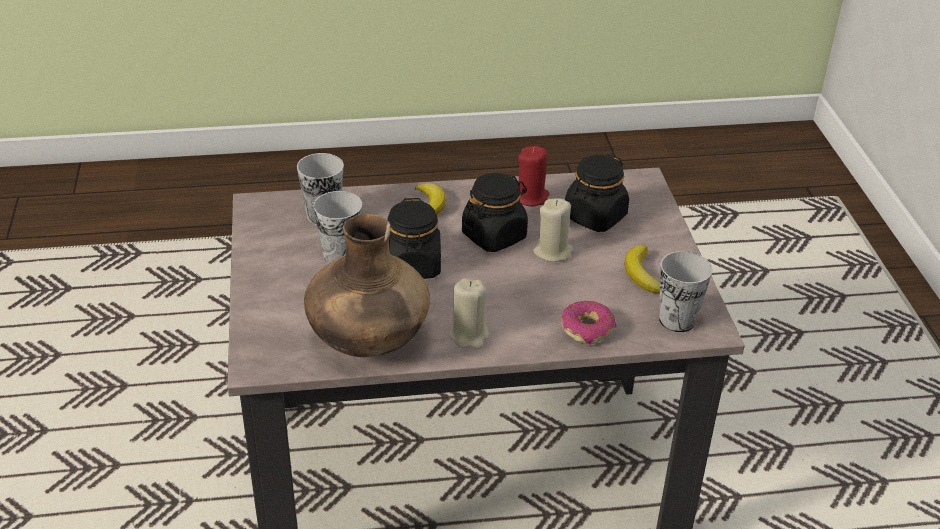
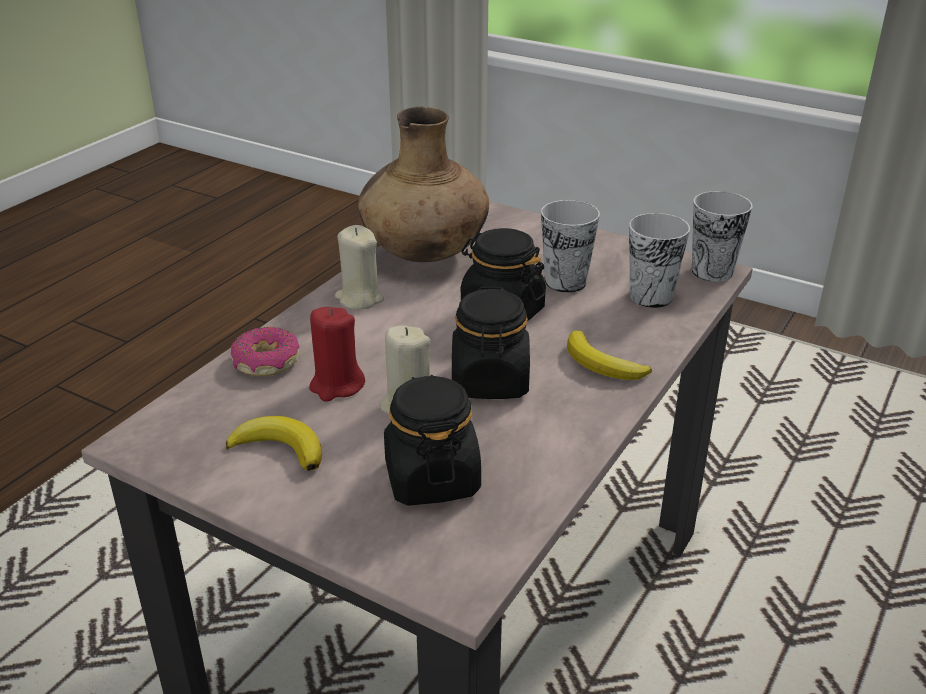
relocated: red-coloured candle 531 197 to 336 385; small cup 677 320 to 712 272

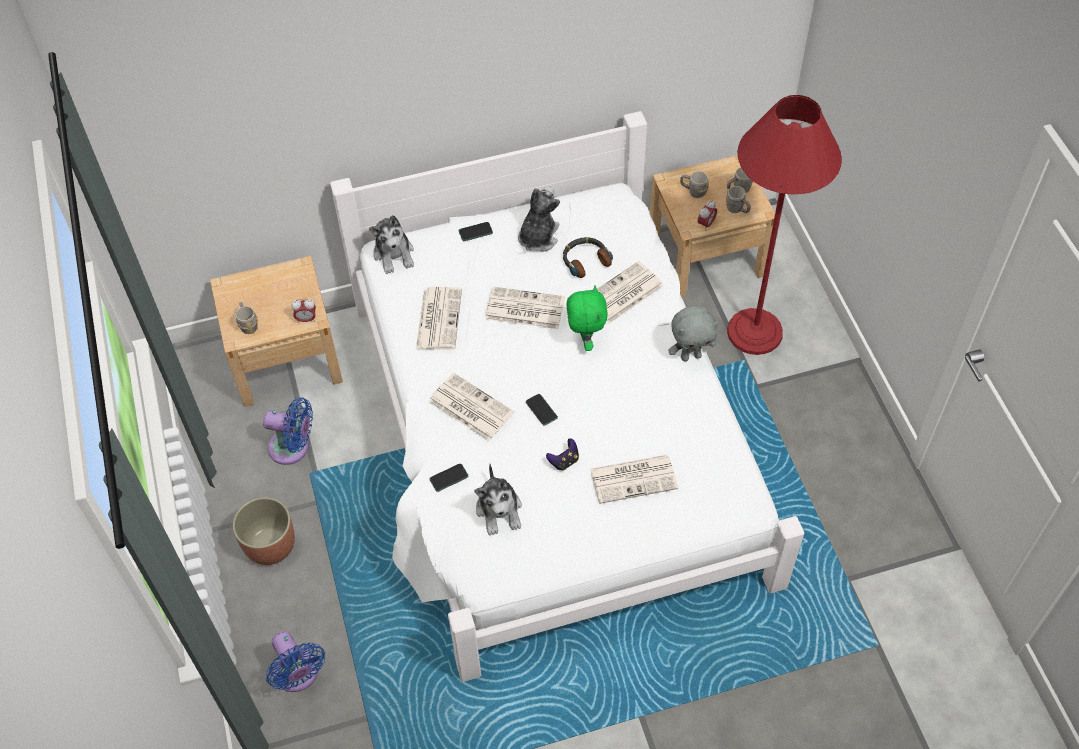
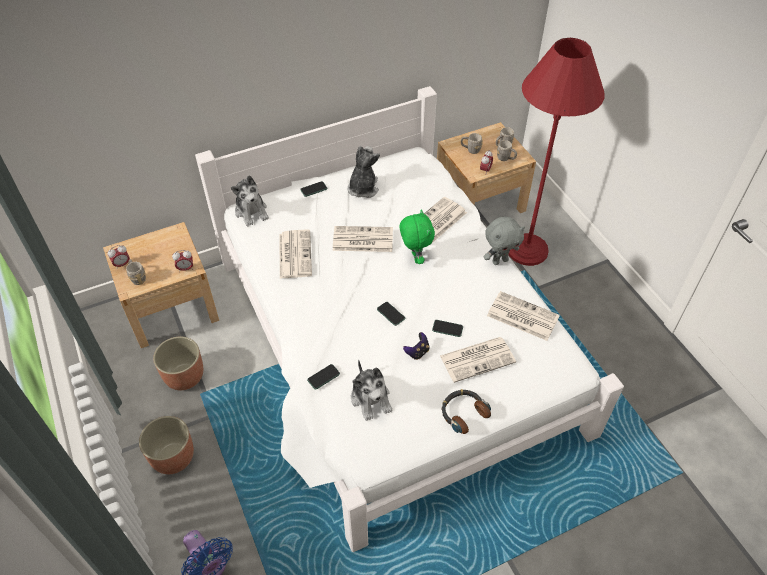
appeared: bedside clock 122 264; telephone 447 328
relocated: headset 585 260 to 463 413; printed paper 469 407 to 521 316
exchanged: blue-coloured fan 293 448 to planter 184 376

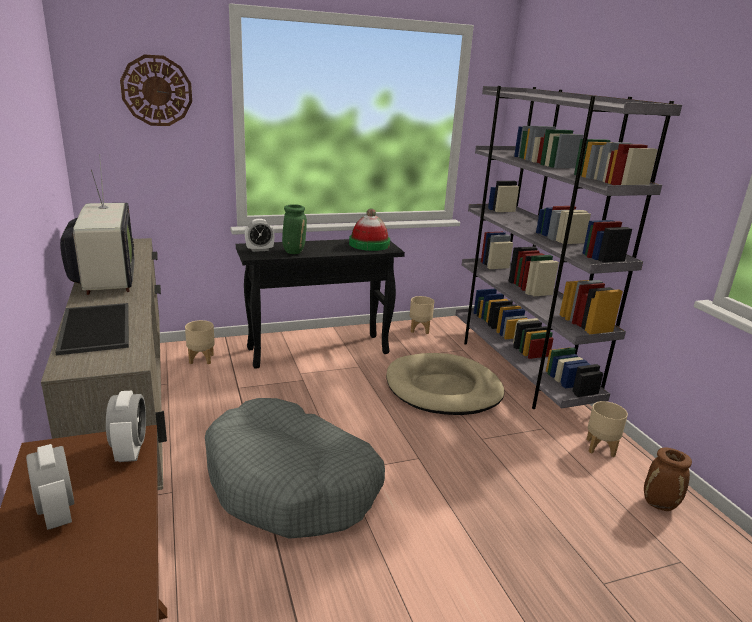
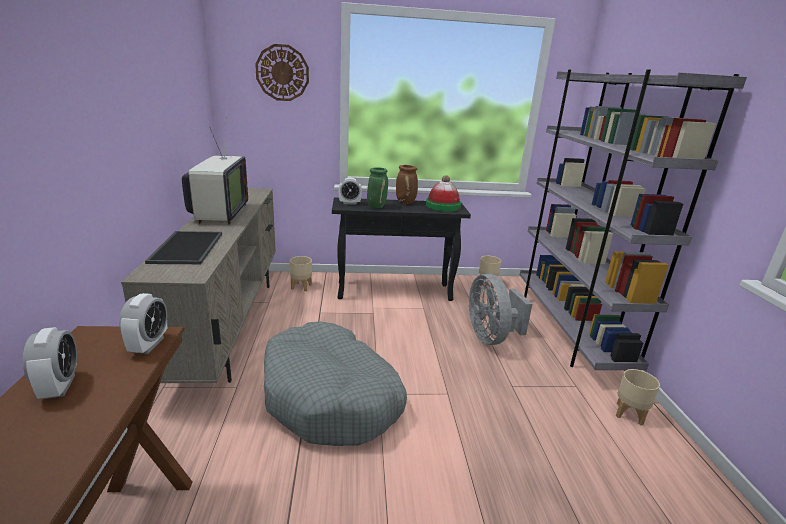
relocated: brown decorative vase 660 504 to 406 203
exchanged: sand-coloured pet bed 443 389 to grey fan 491 337

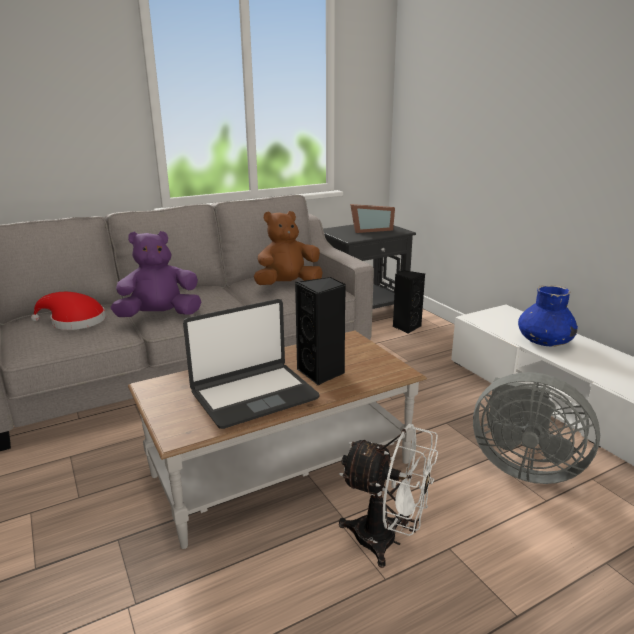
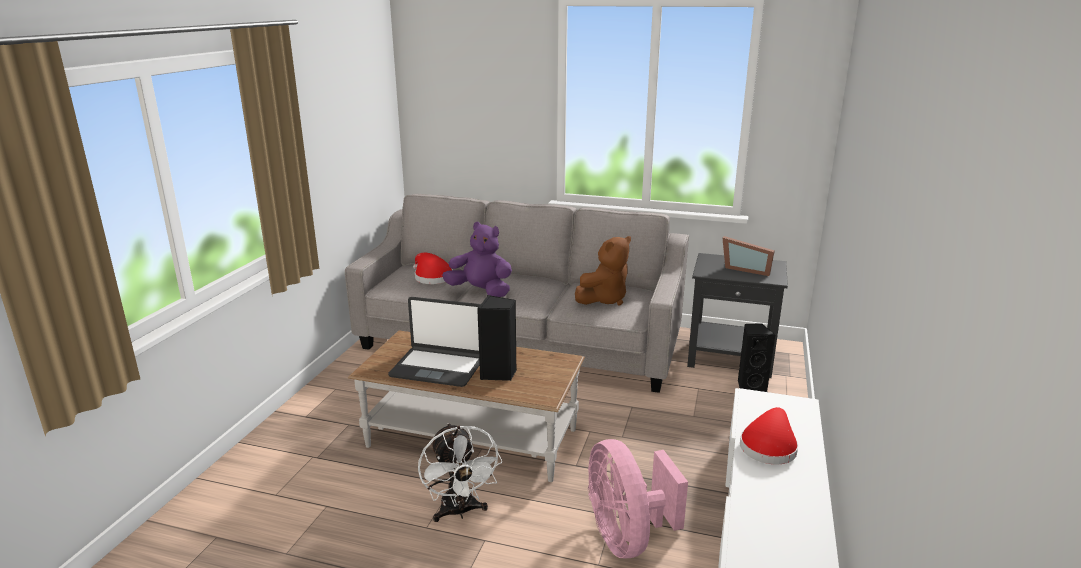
exchanged: blue-coloured decorative vase 544 341 to red-coloured wearable hat 768 446
colour: grey fan 523 466 to pinkish fan 627 537
spun: brown plush toy 287 285 = 604 299 120 degrees clockwise

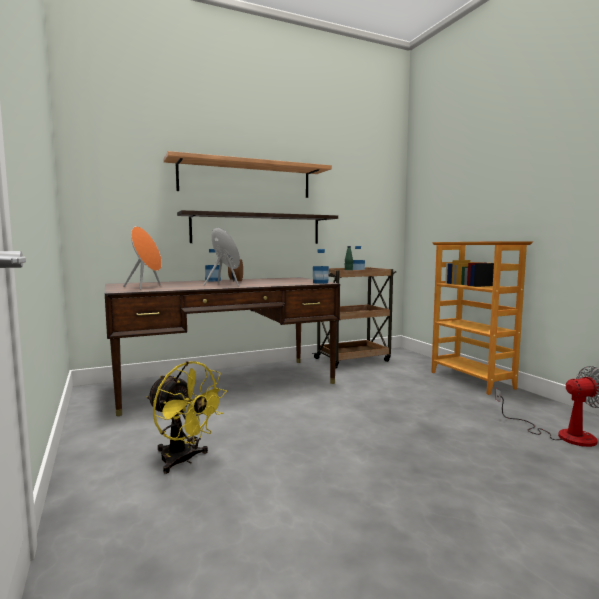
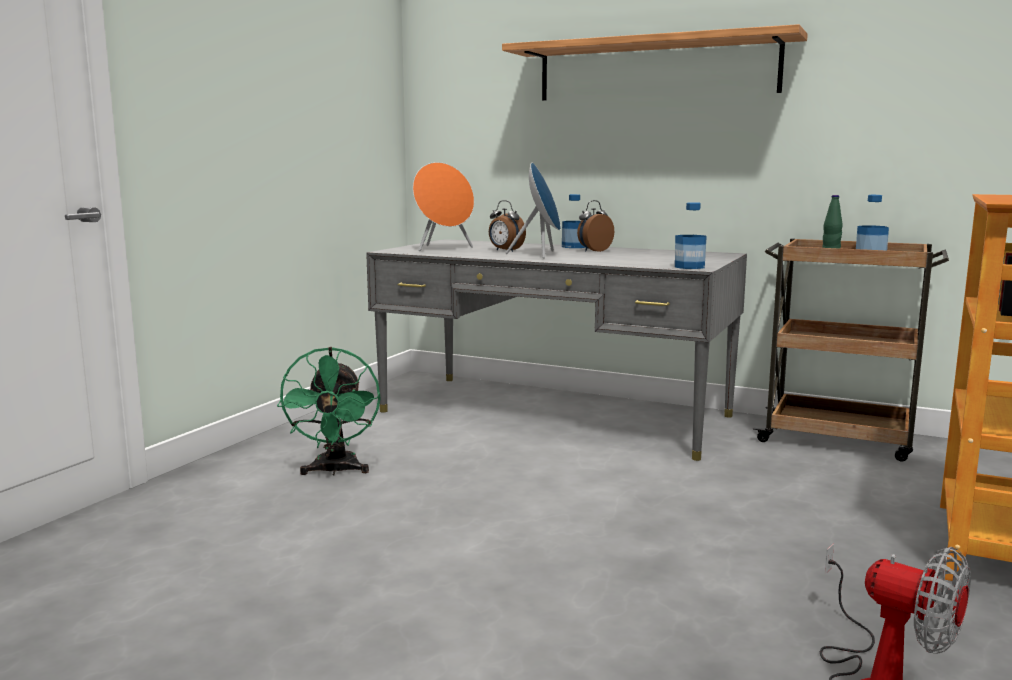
missing: shelf 257 229
appeared: bedside clock 505 250
colour: brown desk unit 225 383 to grey desk unit 554 413; yellowish fan 184 460 to greenish fan 335 471

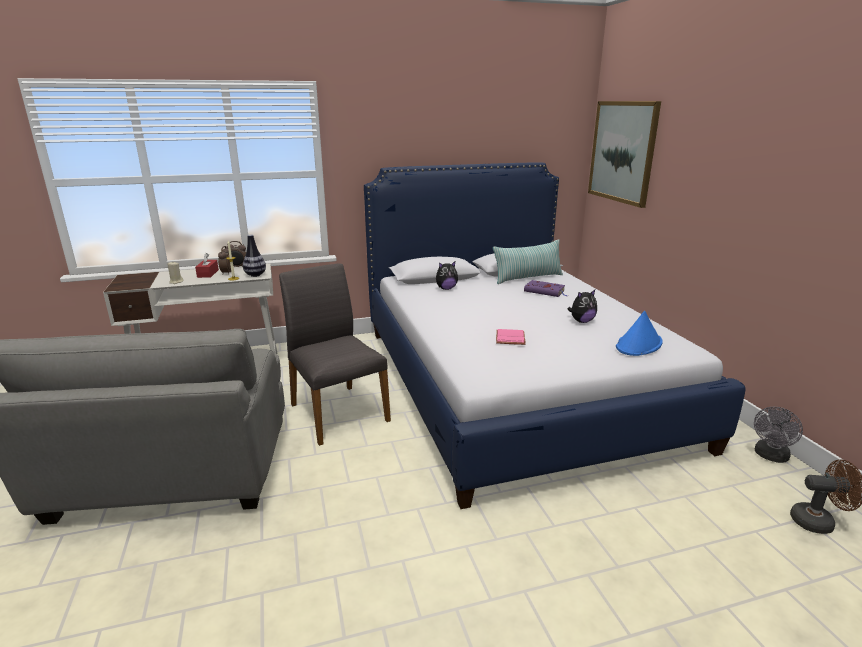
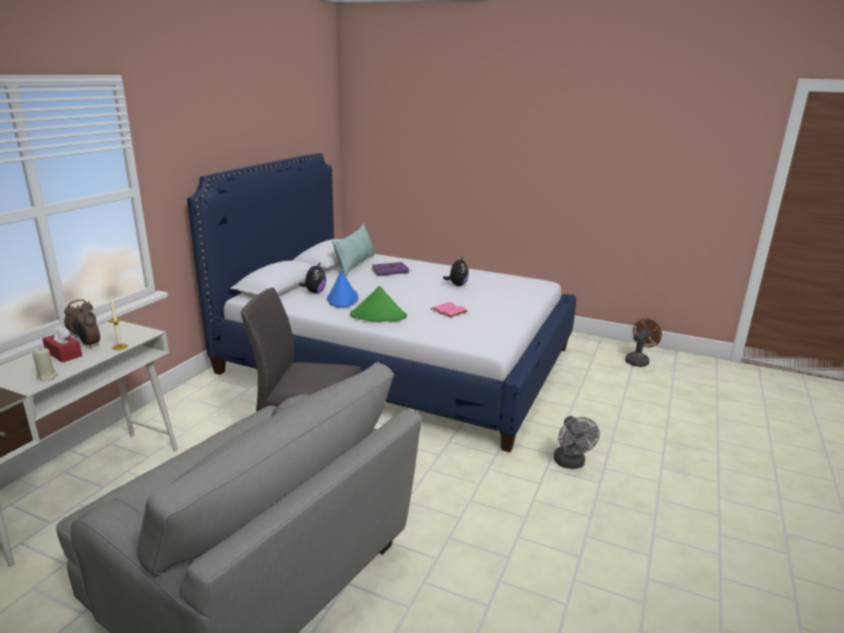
missing: picture 622 152; decorative vase 255 275
appeared: greenish wearable hat 378 316
relocated: blue-coloured wearable hat 639 345 to 342 298; grey fan 770 456 to 571 464

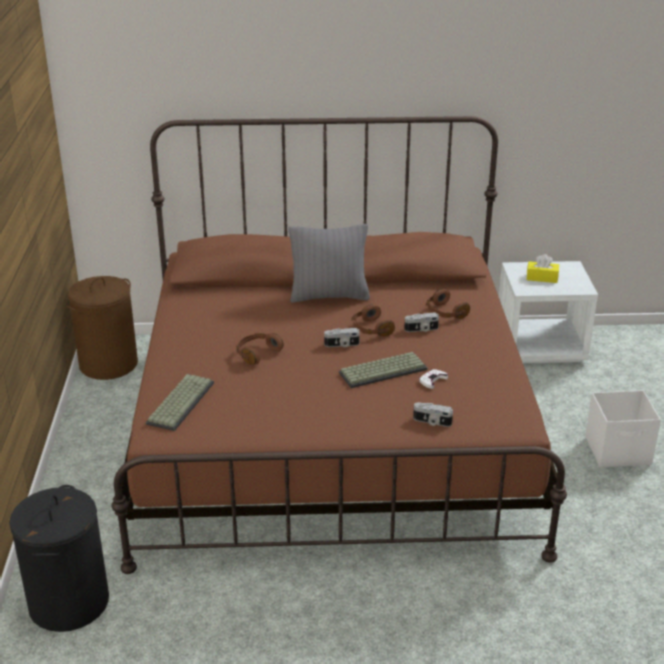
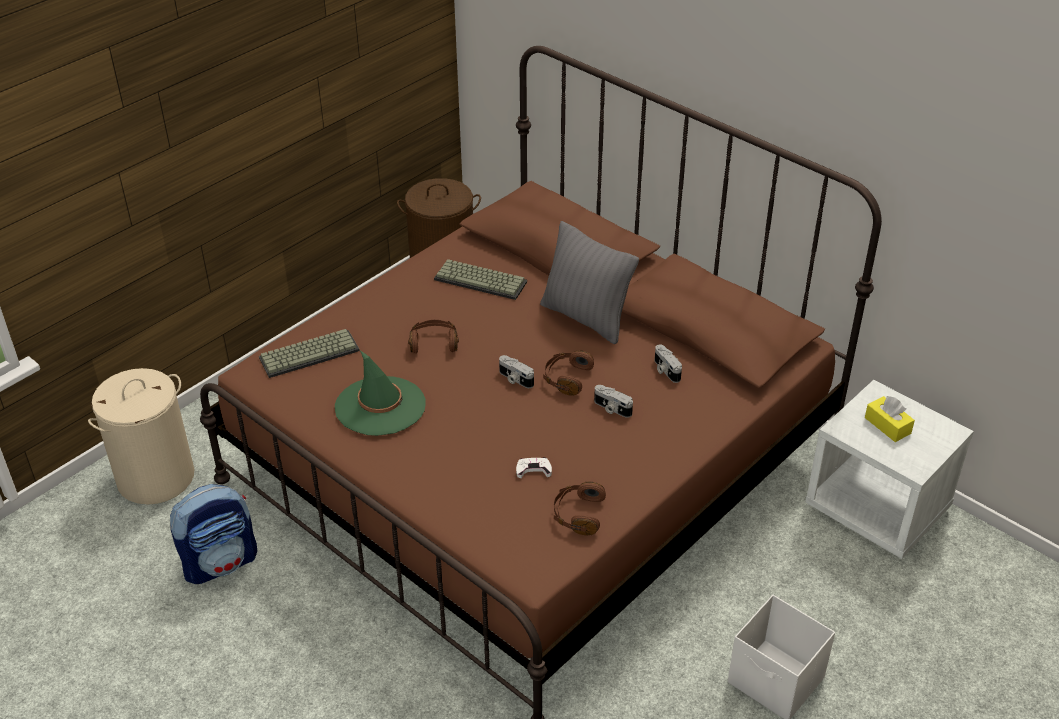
appeared: greenish wearable hat 380 406; rucksack 221 562
relocated: brown headset 445 313 to 578 515; PC keyboard 383 370 to 482 280; still camera 432 422 to 665 370
colour: black-coloured washing basket 69 603 to sand-coloured washing basket 155 478

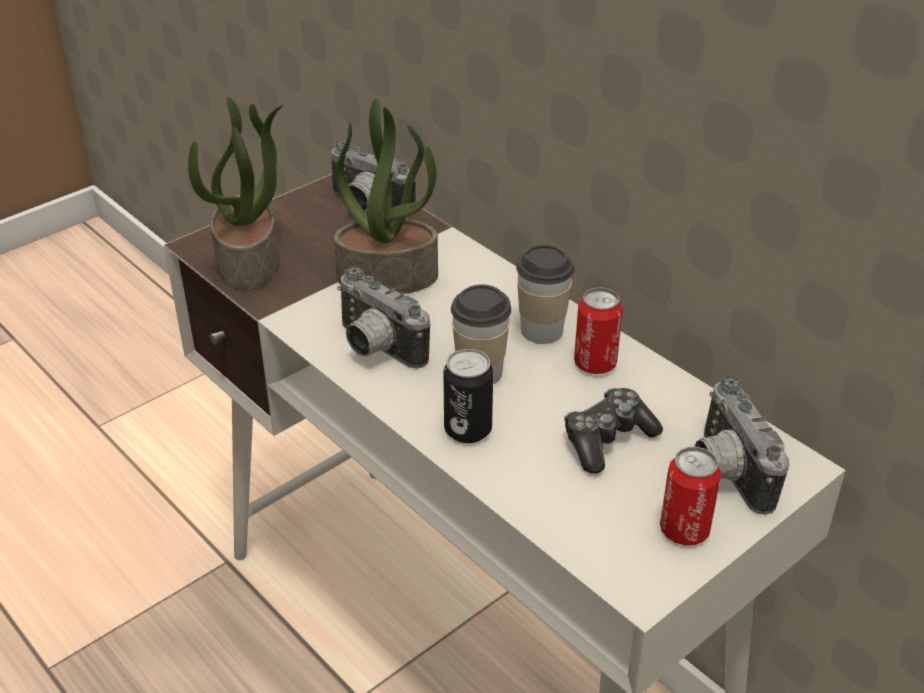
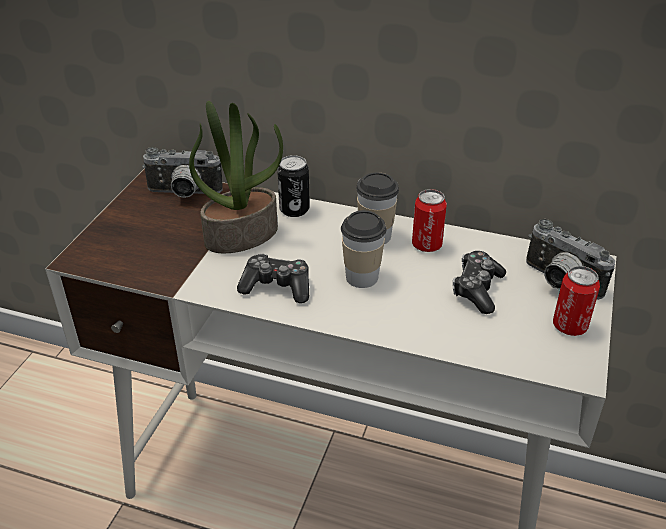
missing: houseplant 250 262
relocated: sealed can 468 429 to 294 209
exchanged: still camera 375 348 to game controller 277 286

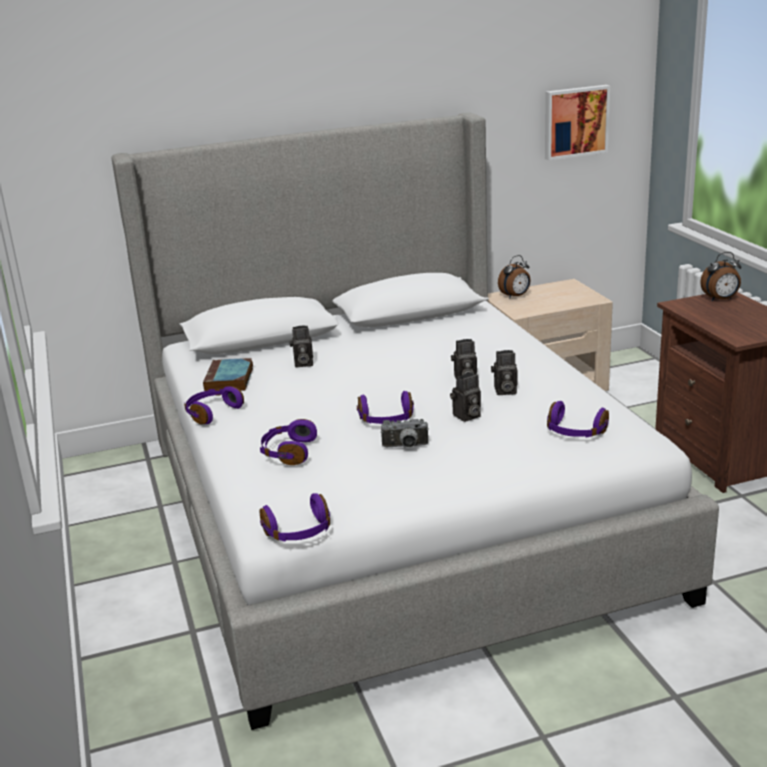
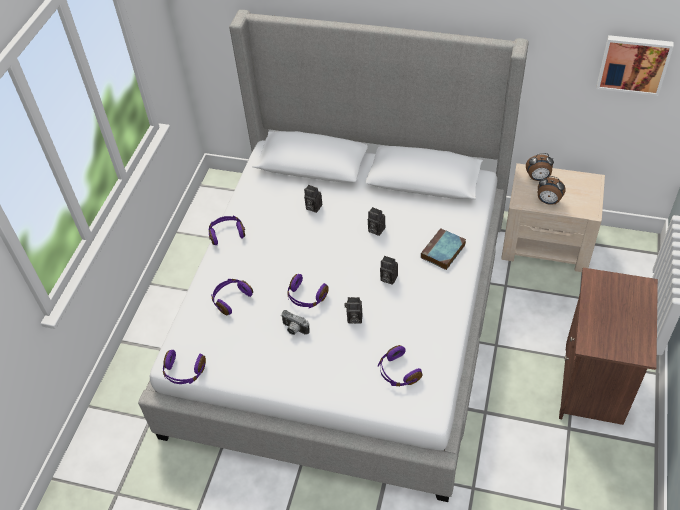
relocated: bedside clock 720 299 to 548 201; still camera 504 391 to 375 230; book 229 380 to 443 252

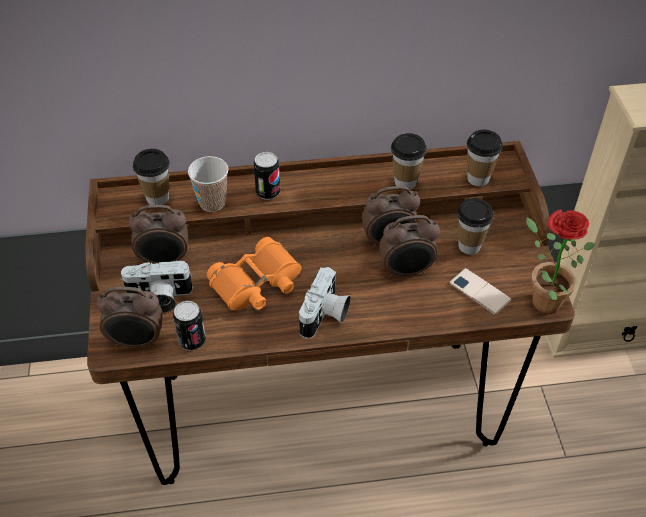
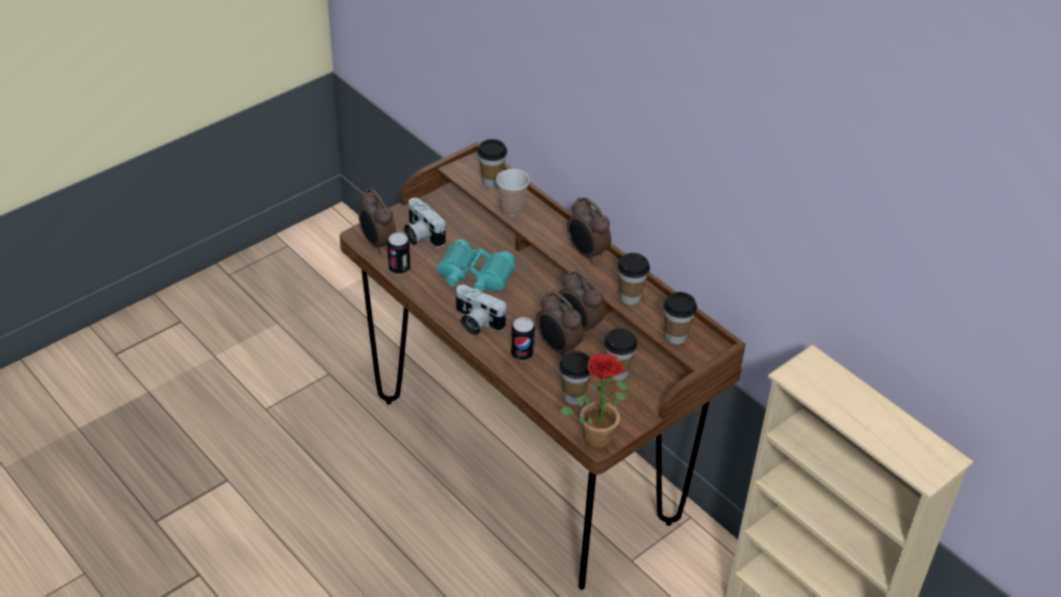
relocated: sealed can 268 192 to 522 354; bedside clock 164 260 to 586 253
exchanged: telephone 479 291 to small cup 574 396
colour: orangey field glasses 257 284 to blue-green field glasses 474 276
spun: still camera 325 316 = 476 322 45 degrees clockwise

